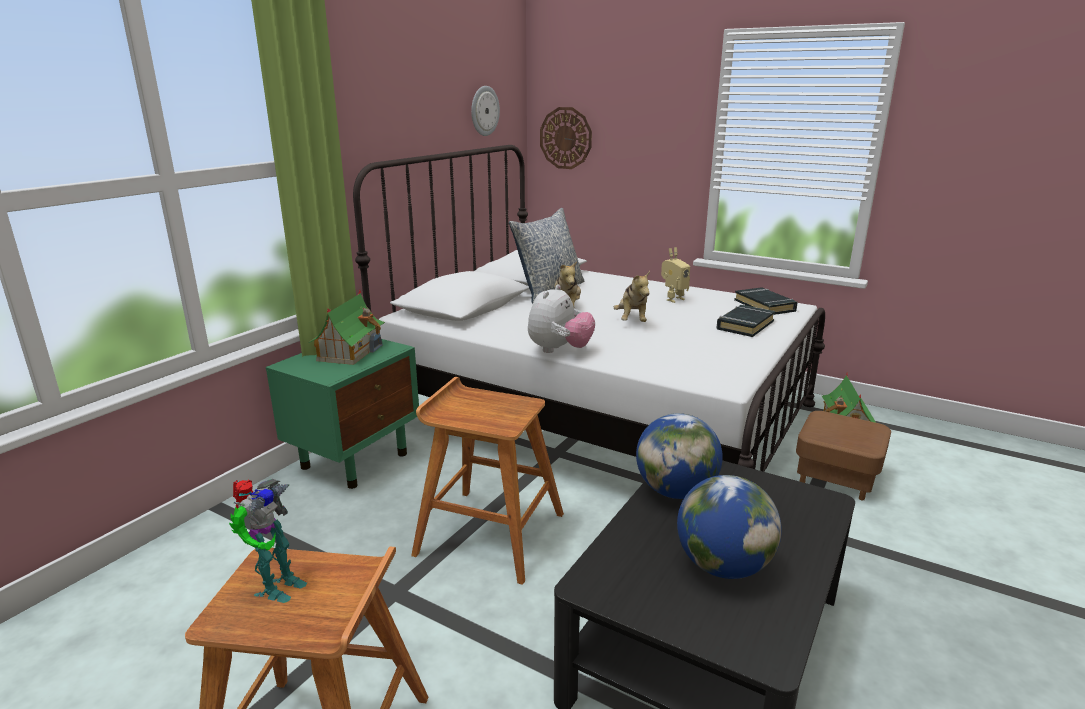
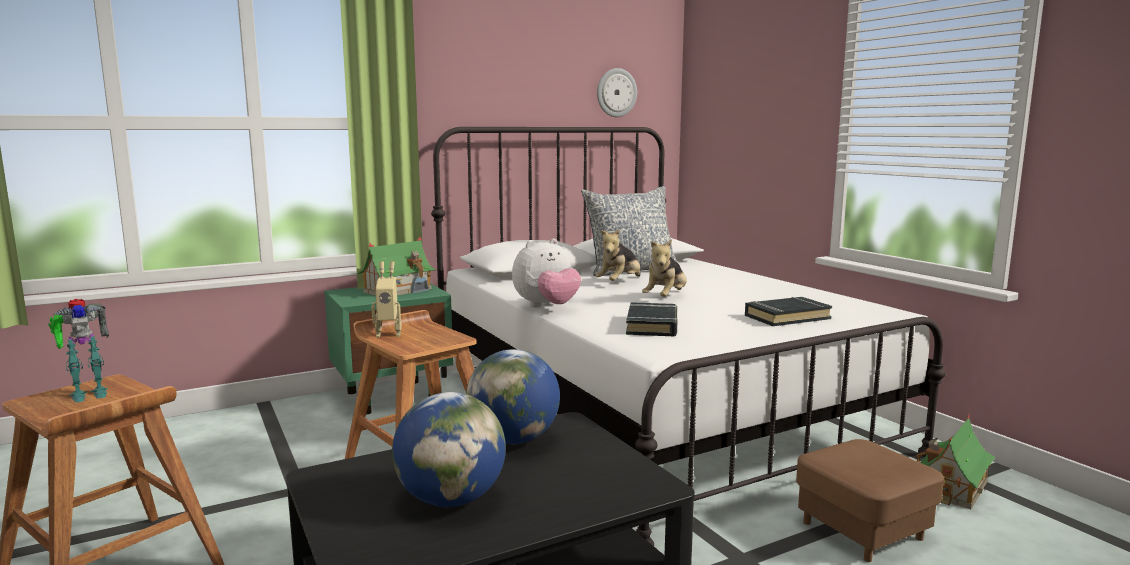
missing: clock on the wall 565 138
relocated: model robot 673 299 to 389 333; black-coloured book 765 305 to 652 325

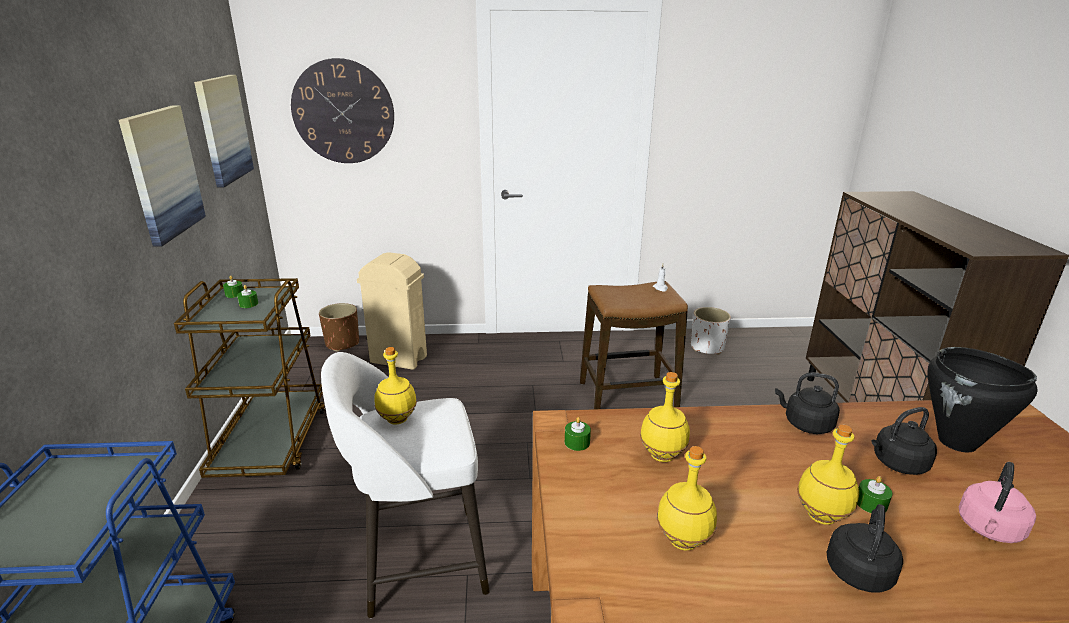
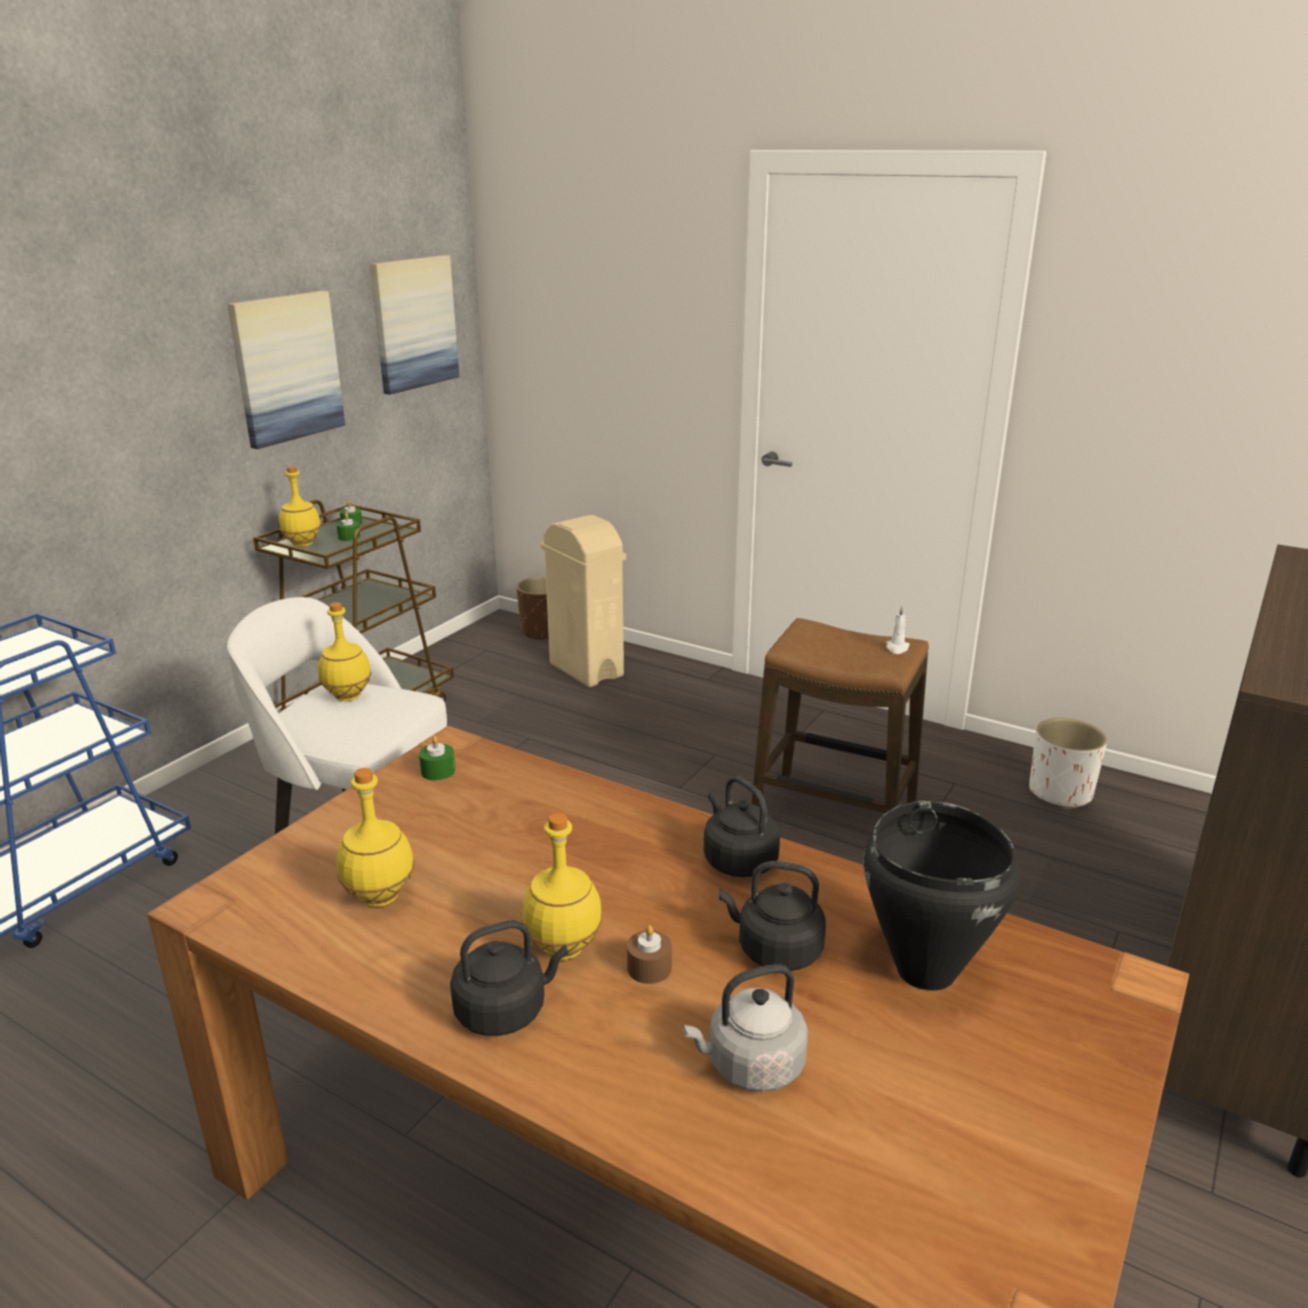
missing: clock on the wall 343 112
relocated: yellowish bottle 663 456 to 303 544
colour: pinkish kettle 989 529 to grey kettle 750 1066; greenish candle 871 503 to brown candle 649 968

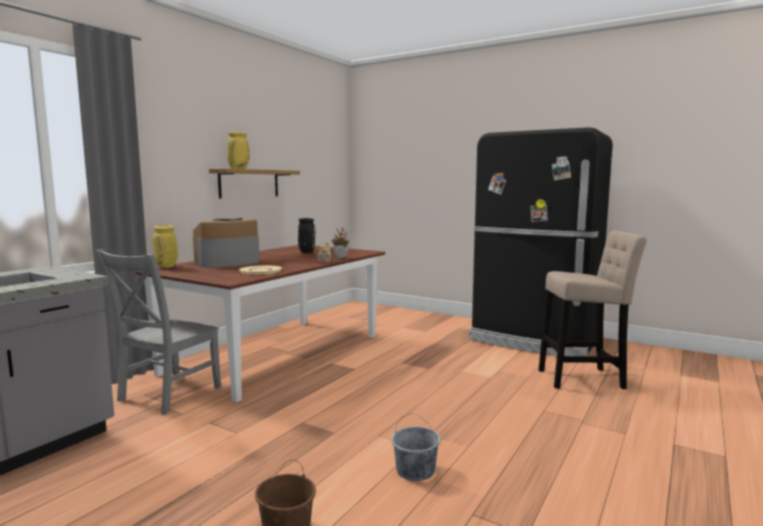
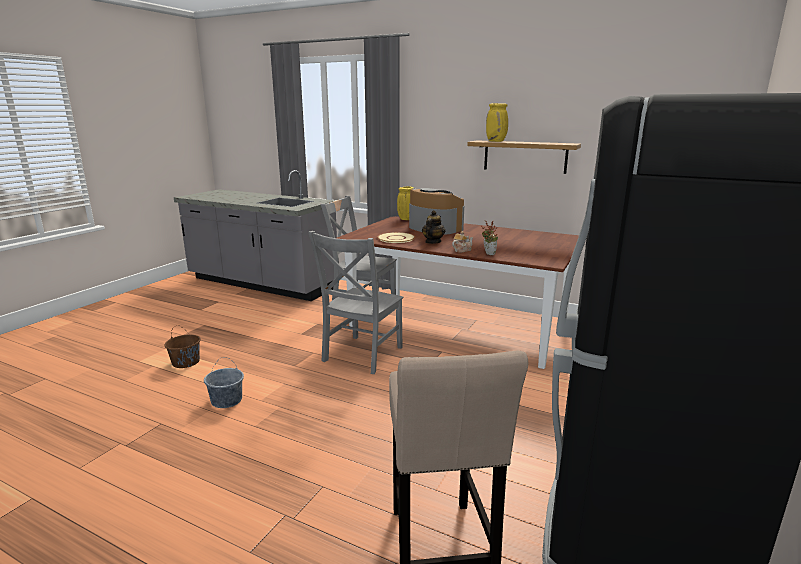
missing: black-coloured decorative vase 306 252
appeared: pot for tea 432 242; grey upright chair 361 355

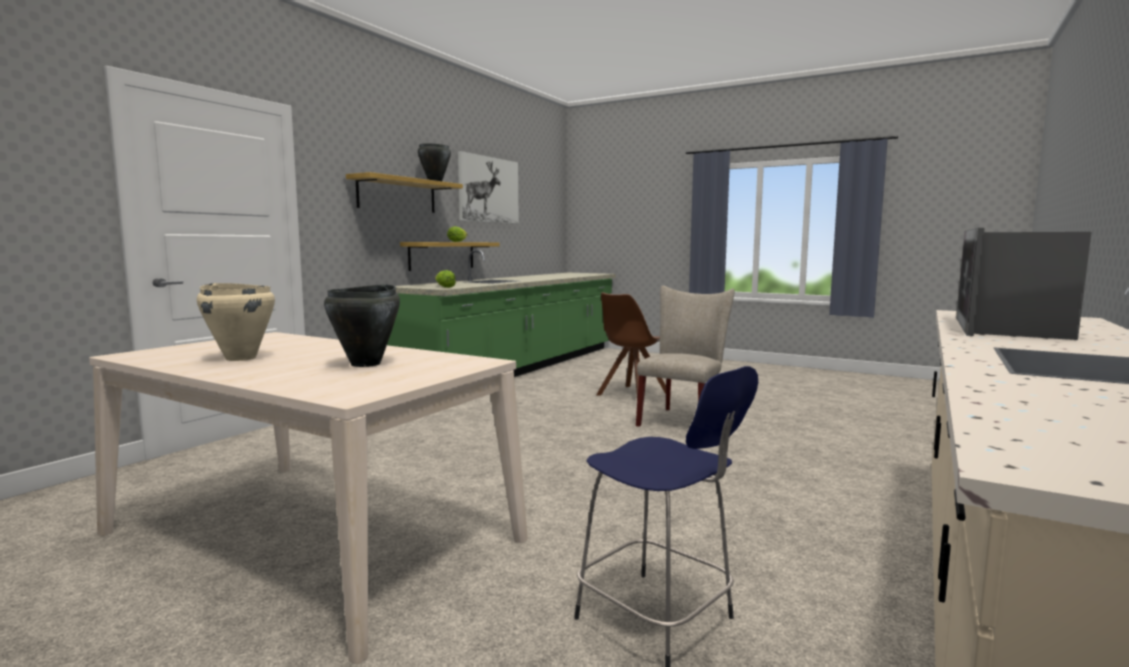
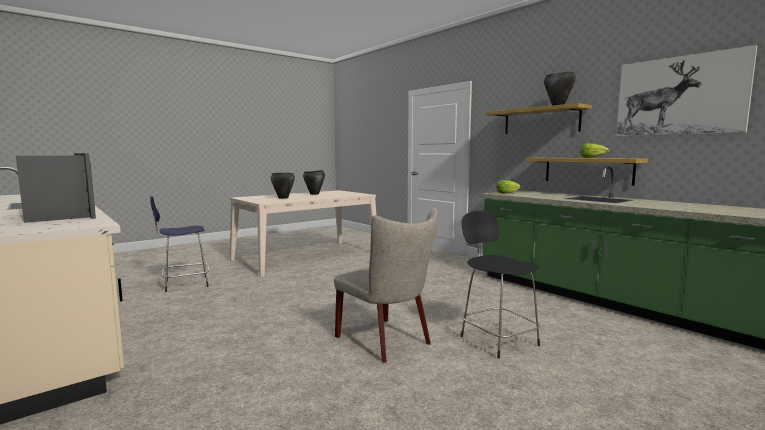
exchanged: brown upright chair 631 395 to black-coloured sitting stool 497 339
colour: sand-coloured cooking pot 241 358 to black-coloured cooking pot 314 194

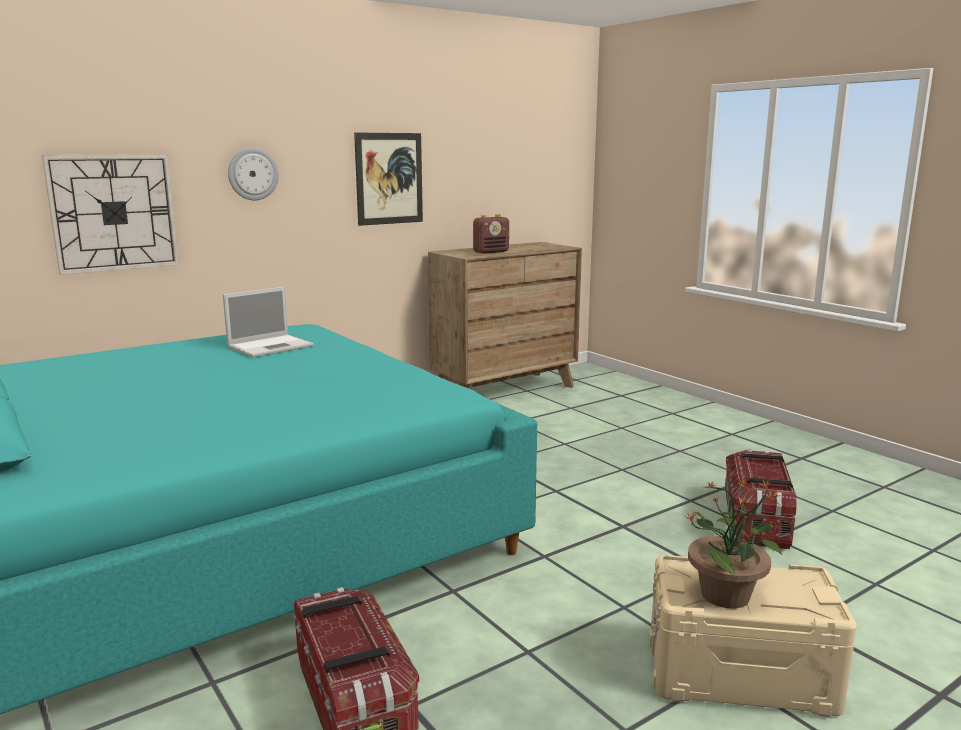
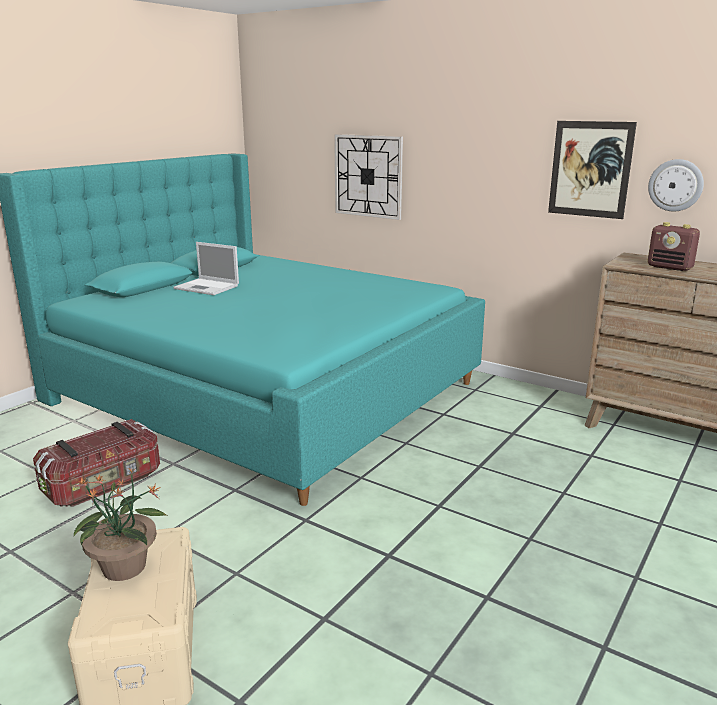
missing: storage box 755 521
relocated: clock on the wall 253 174 to 675 185; notebook computer 271 346 to 207 287

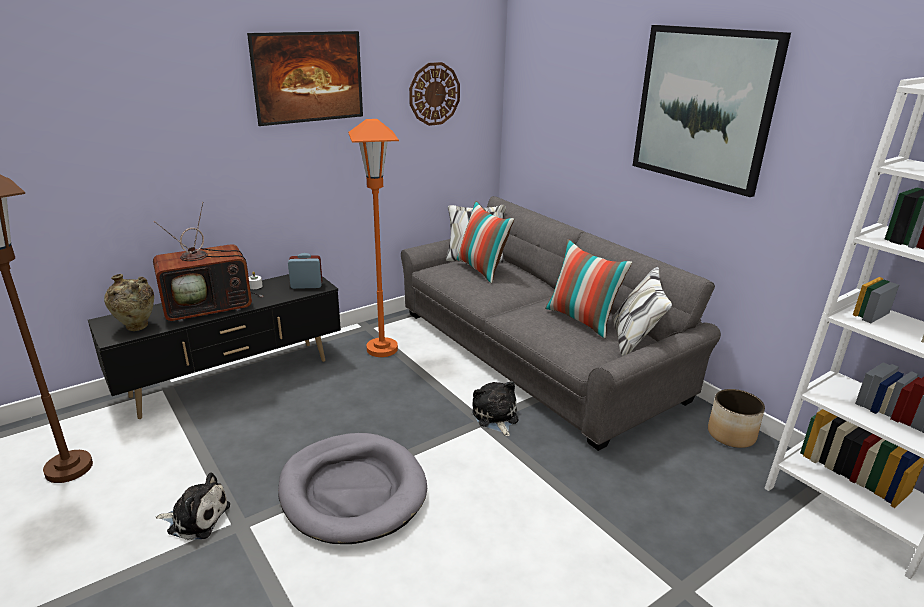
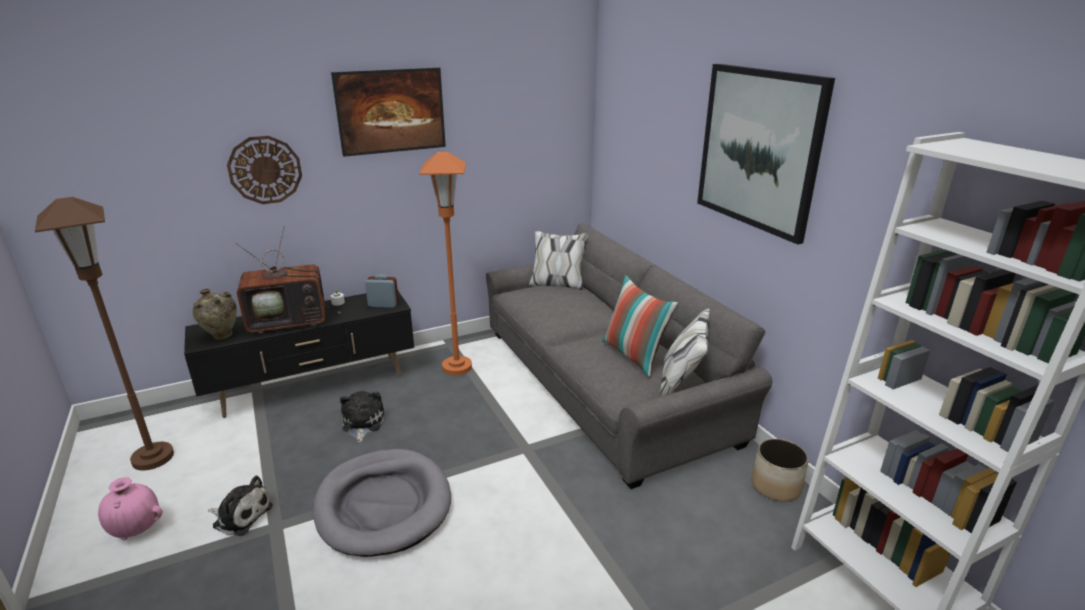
missing: pillow 482 269
appeared: pinkish decorative vase 137 531
relocated: clock on the wall 434 94 to 265 170; plush toy 495 417 to 362 423

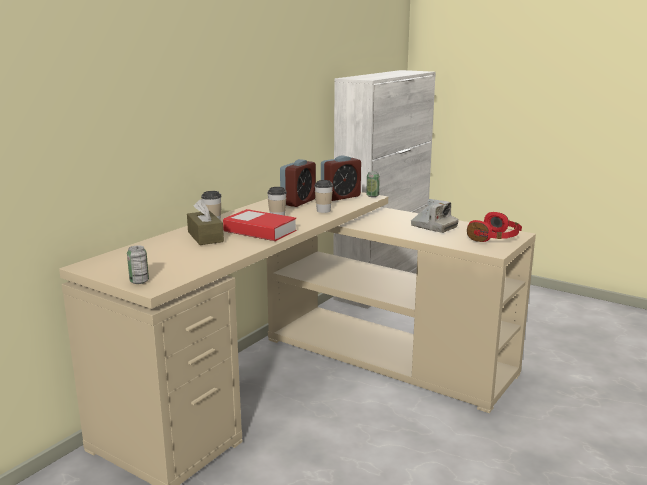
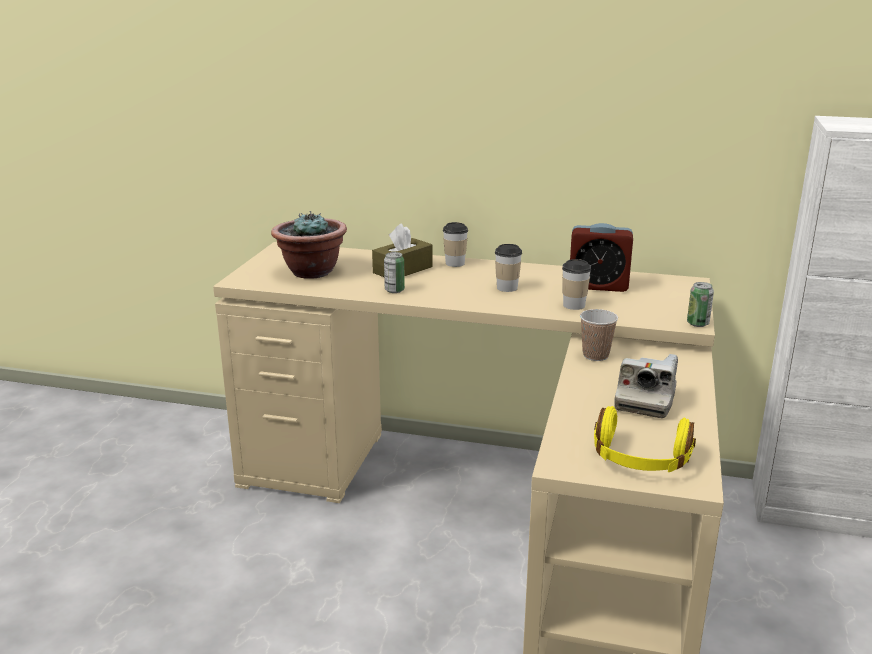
missing: bedside clock 340 197; book 260 231
appeared: houseplant 311 272; small cup 595 355
relocated: sealed can 139 281 to 394 290
colour: red-coloured headset 495 238 to yellowish headset 640 460

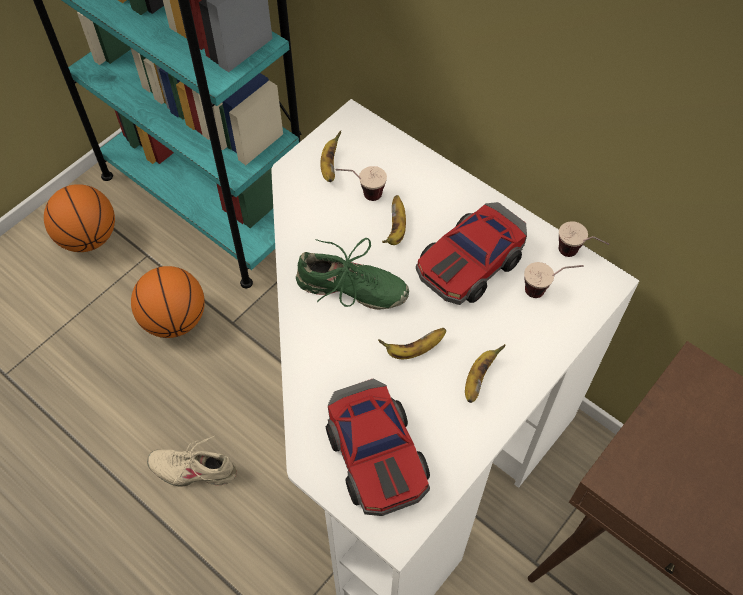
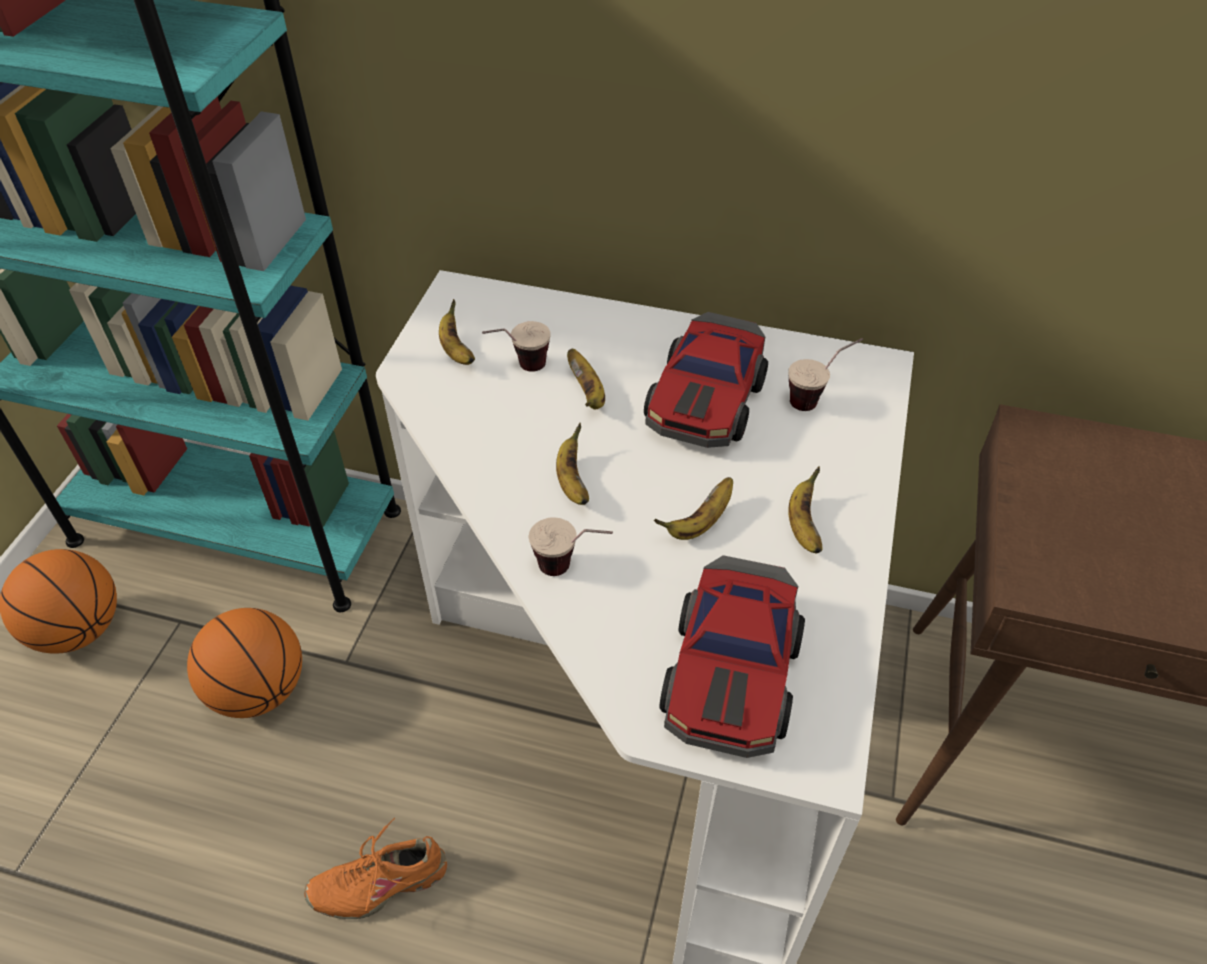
relocated: small cup 577 256 to 572 569
exchanged: greenish low shoe 351 290 to banana 572 482
colour: sand-coloured low shoe 194 469 to orangey low shoe 380 882
spun: model car 376 455 = 733 672 60 degrees clockwise

